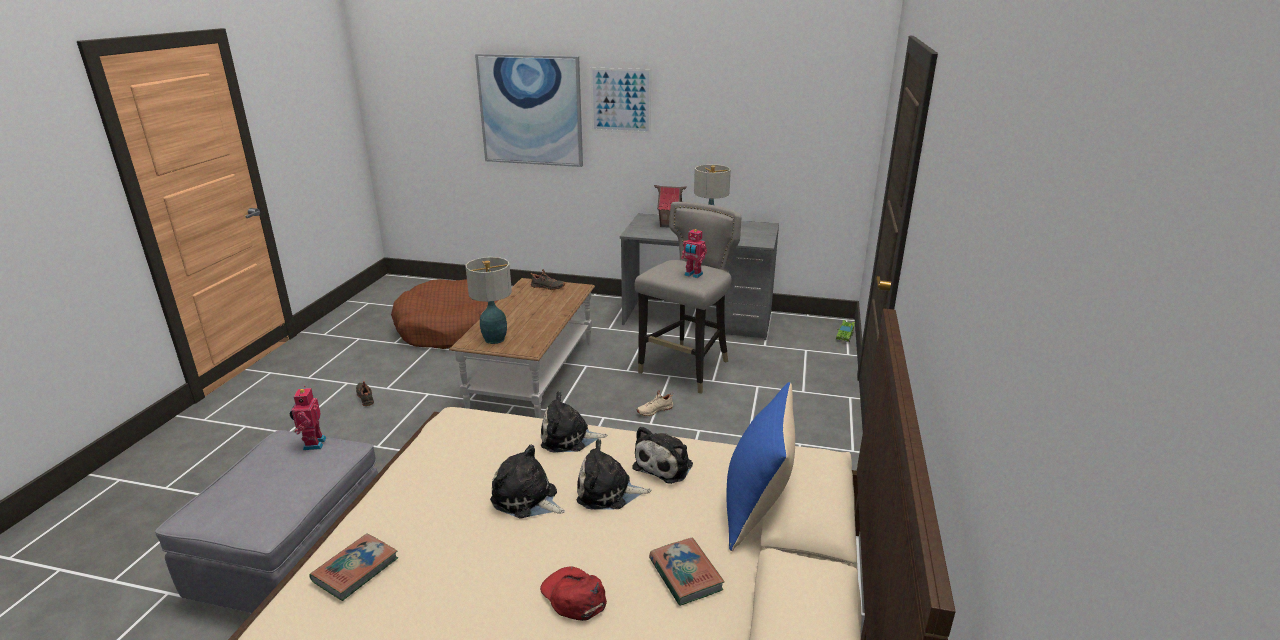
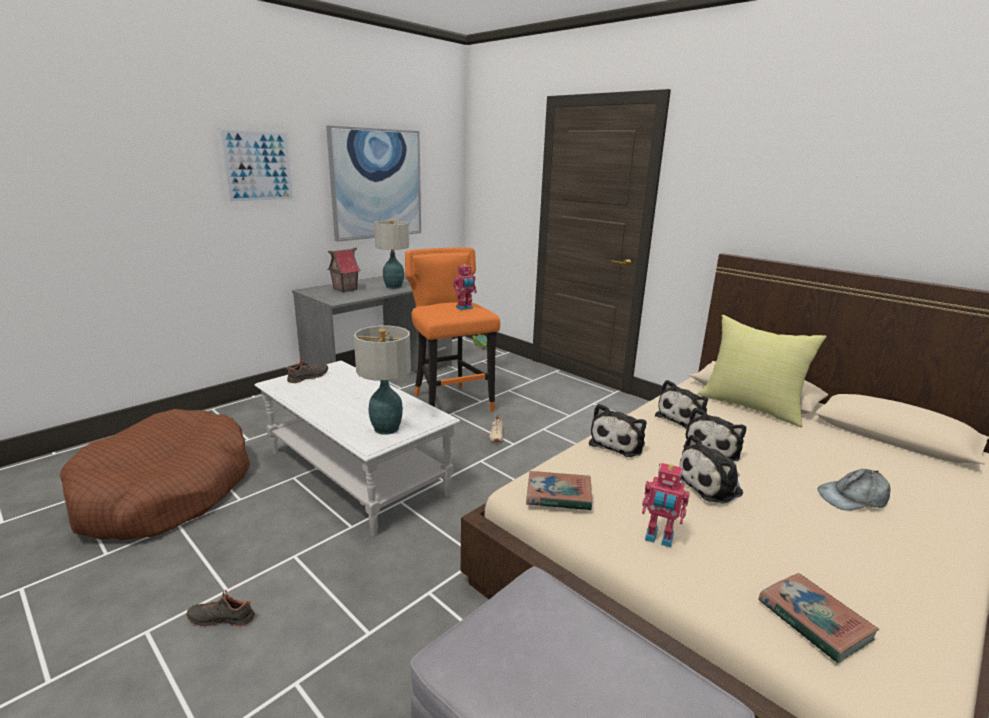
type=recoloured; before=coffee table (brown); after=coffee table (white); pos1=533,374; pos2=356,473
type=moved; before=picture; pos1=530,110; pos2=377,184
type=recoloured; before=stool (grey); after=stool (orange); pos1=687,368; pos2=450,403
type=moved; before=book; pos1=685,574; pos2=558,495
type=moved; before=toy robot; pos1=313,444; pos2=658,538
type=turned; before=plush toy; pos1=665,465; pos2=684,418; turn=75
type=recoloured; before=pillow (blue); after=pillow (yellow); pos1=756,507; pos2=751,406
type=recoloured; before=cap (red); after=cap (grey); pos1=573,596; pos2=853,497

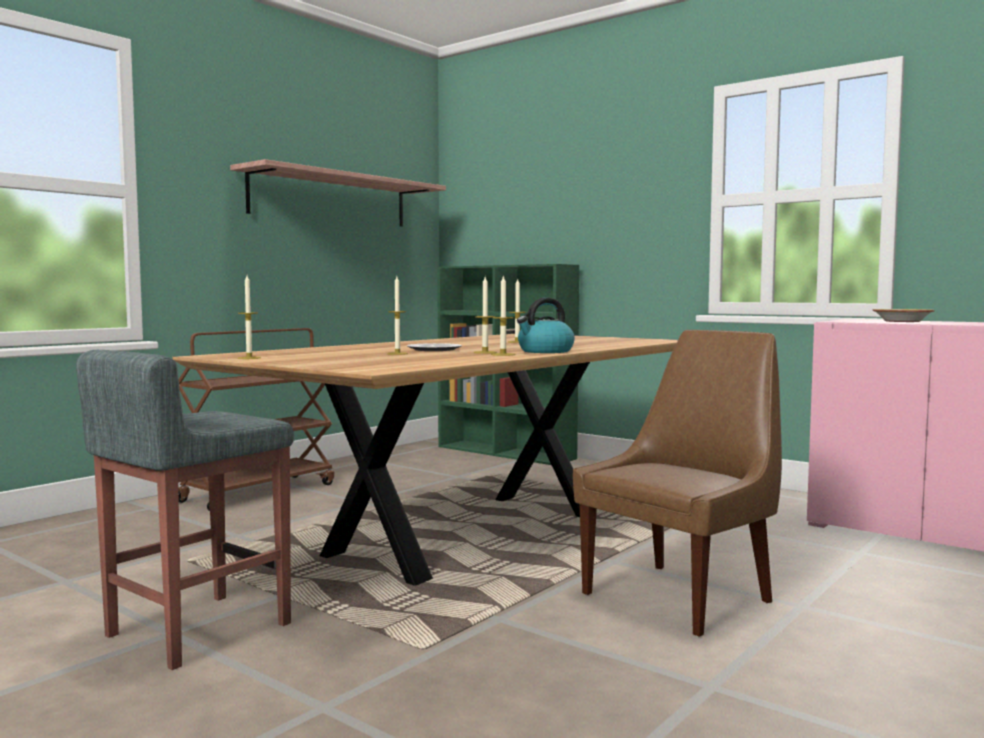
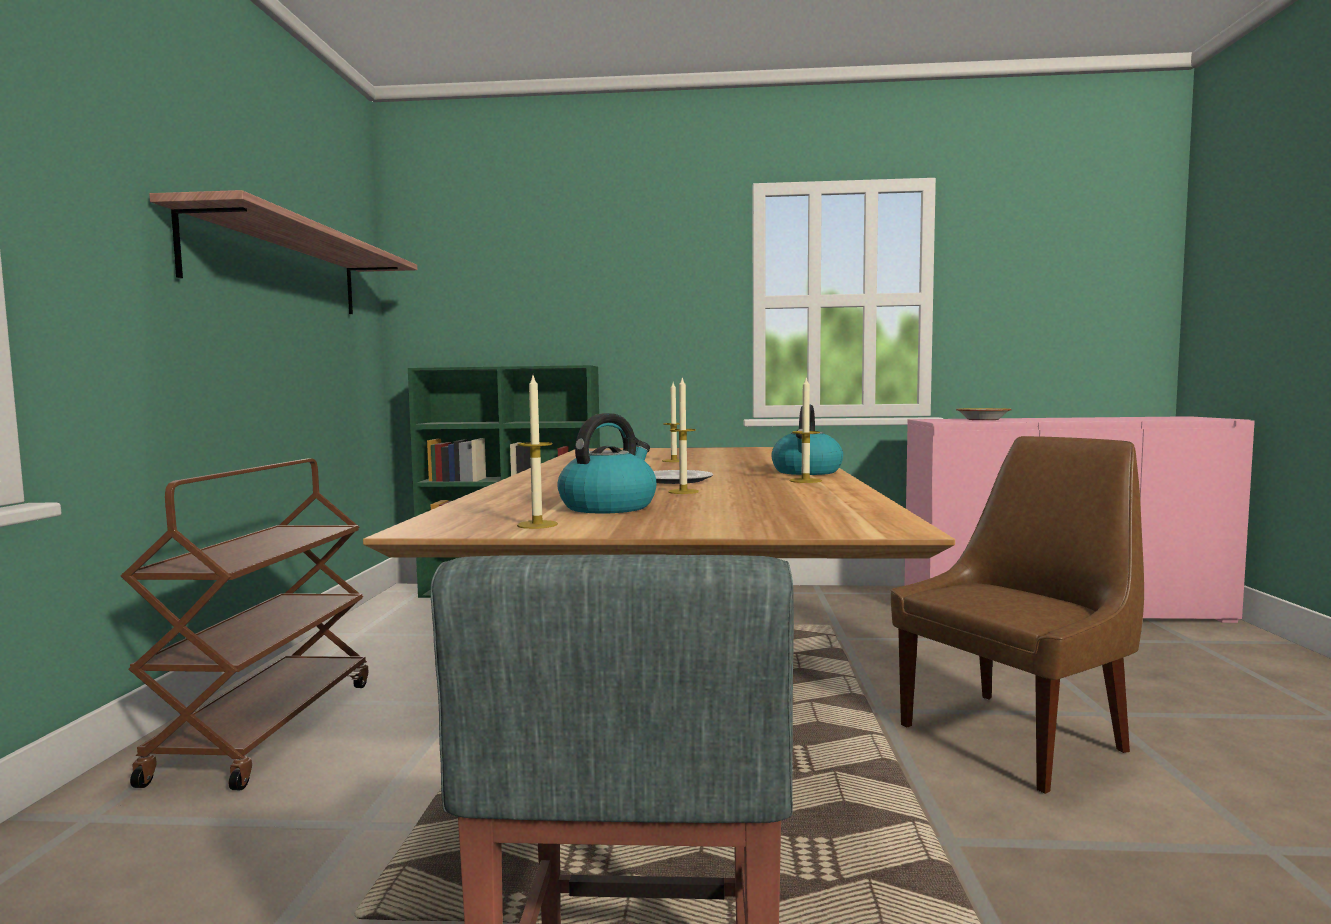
type=added; after=kettle; pos2=609,507
type=turned; before=chair (brown); pos1=681,596; pos2=1016,736; turn=45
type=removed; before=candle; pos1=485,352

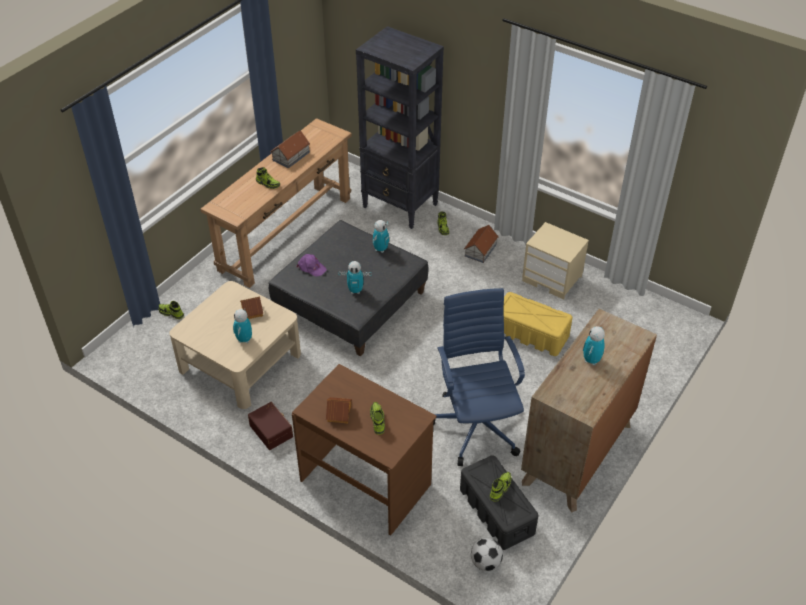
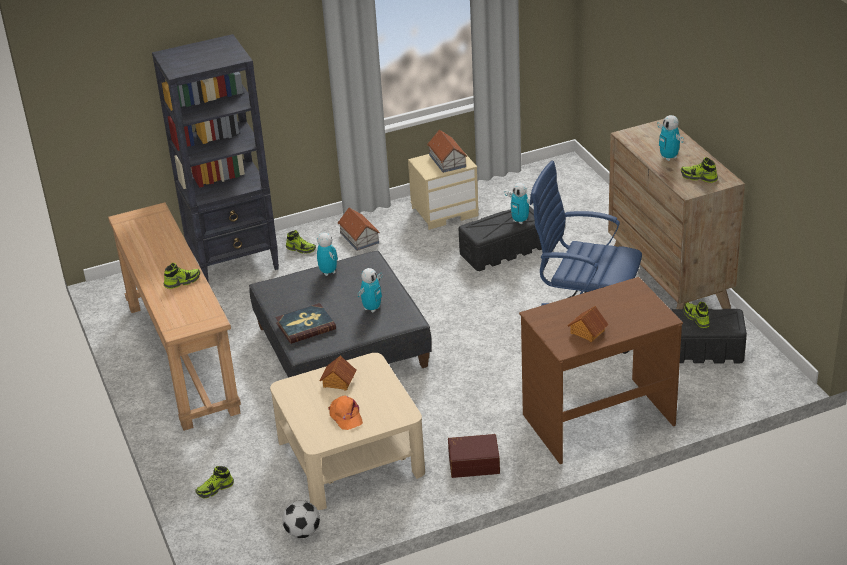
type=replaced; before=cap (purple); after=book; pos1=311,267; pos2=305,326
type=moved; before=football; pos1=485,562; pos2=302,532
type=added; after=cap (orange); pos2=345,416
type=moved; before=toy house; pos1=291,156; pos2=447,160
type=recoloured; before=storage box (yellow); after=storage box (black); pos1=530,333; pos2=502,251
type=moved; before=toy robot; pos1=244,339; pos2=520,220
type=moved; before=shoe; pos1=377,421; pos2=699,177

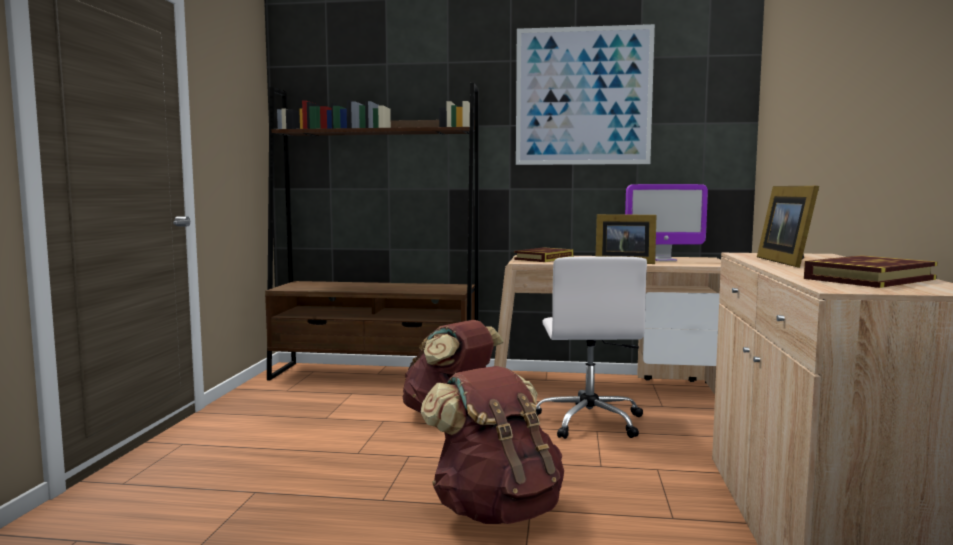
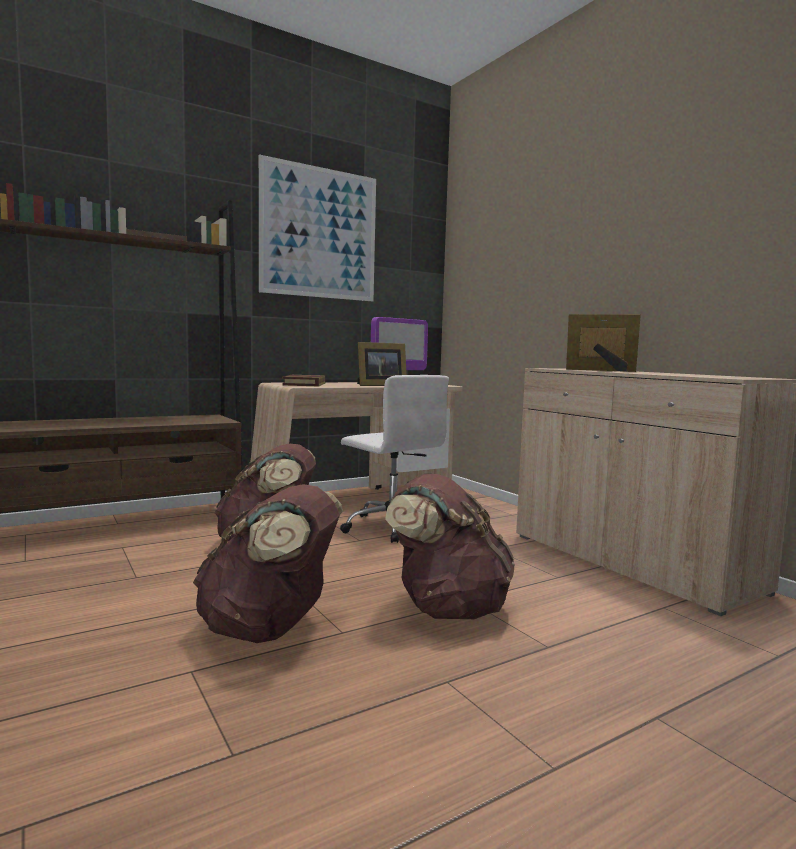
type=added; after=backpack (brown); pos2=270,629
type=turned; before=picture frame; pos1=787,262; pos2=602,370; turn=150
type=removed; before=book; pos1=869,279

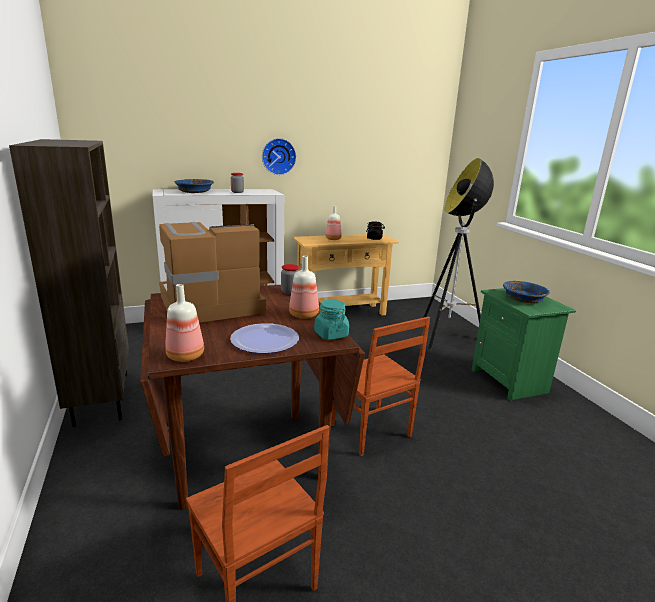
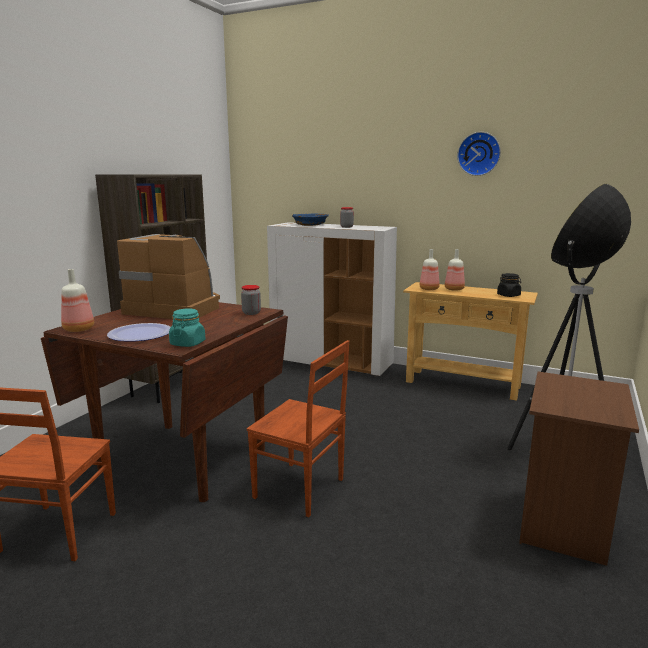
type=turned; before=chair (brown); pos1=370,431; pos2=299,489; turn=-75
type=moved; before=bottle; pos1=304,315; pos2=429,289
type=moved; before=wall clock; pos1=278,156; pos2=479,154
type=recoloured; before=nightstand (green); after=nightstand (brown); pos1=510,381; pos2=565,525
type=removed; before=bowl (blue); pos1=523,299

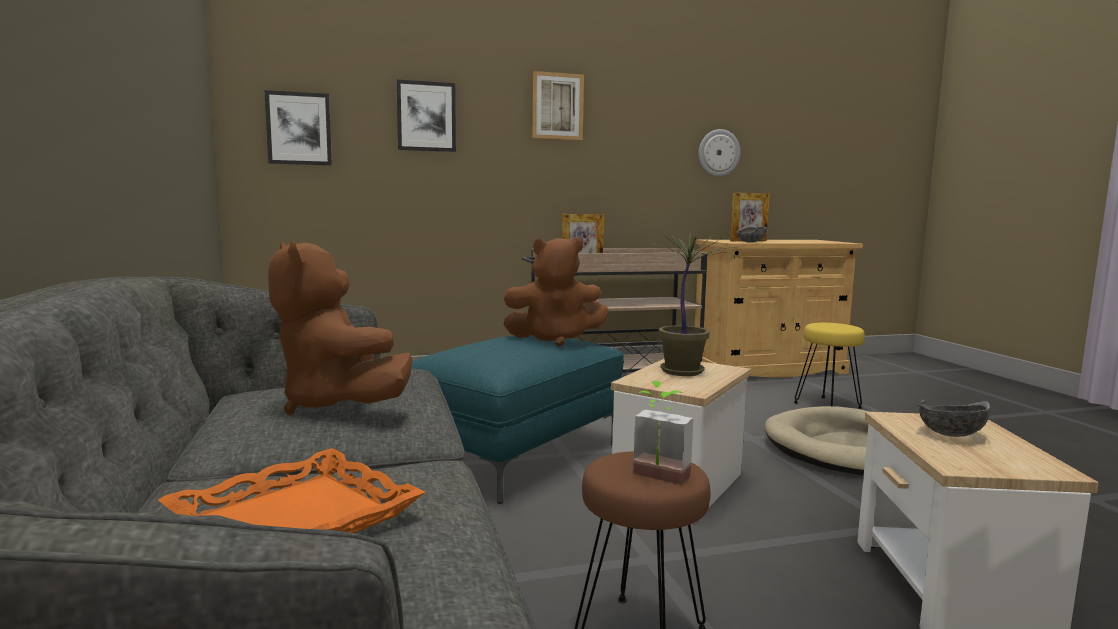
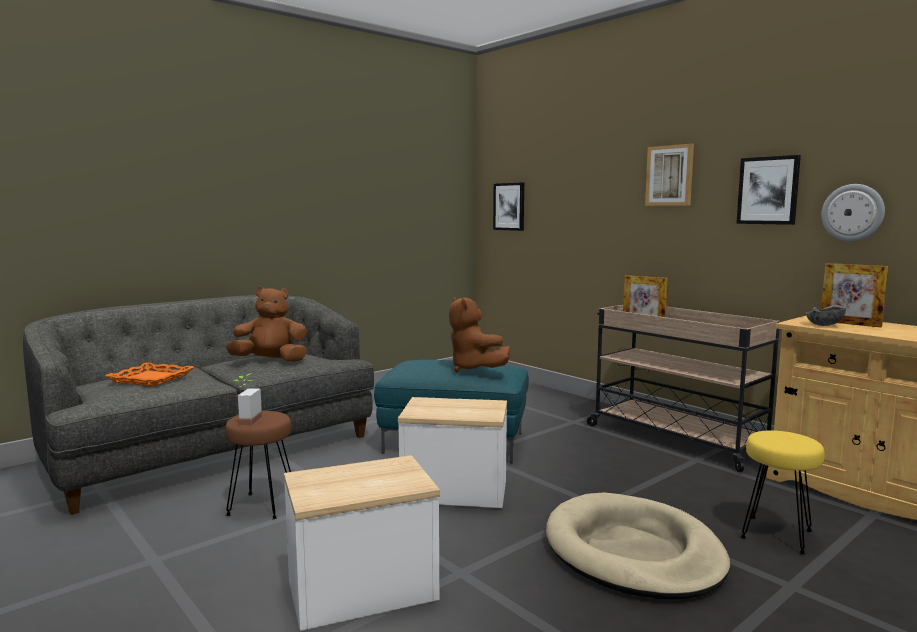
type=turned; before=plush toy (brown); pos1=337,405; pos2=271,361; turn=60
type=moved; before=picture; pos1=426,116; pos2=768,190
type=removed; before=potted plant; pos1=684,371
type=removed; before=bowl (grey); pos1=950,434

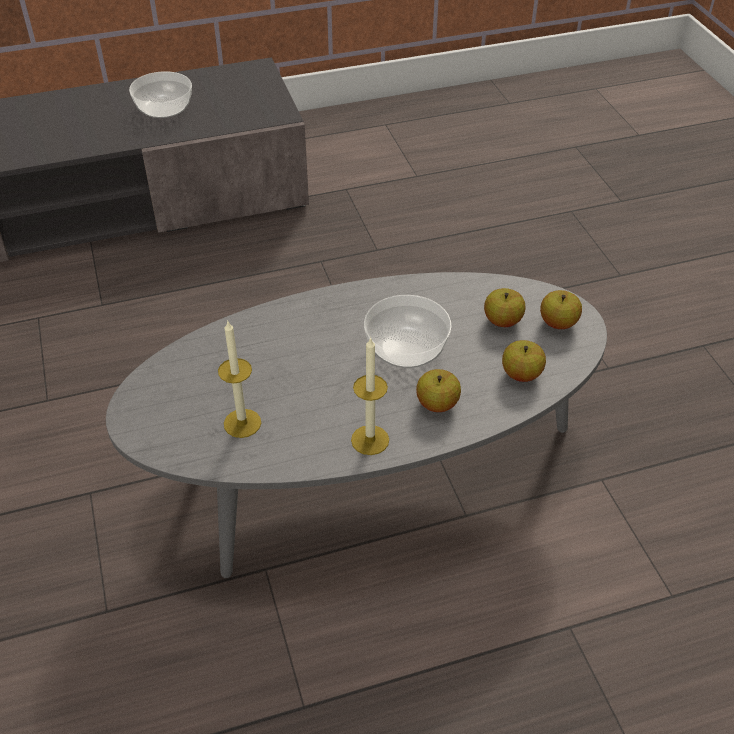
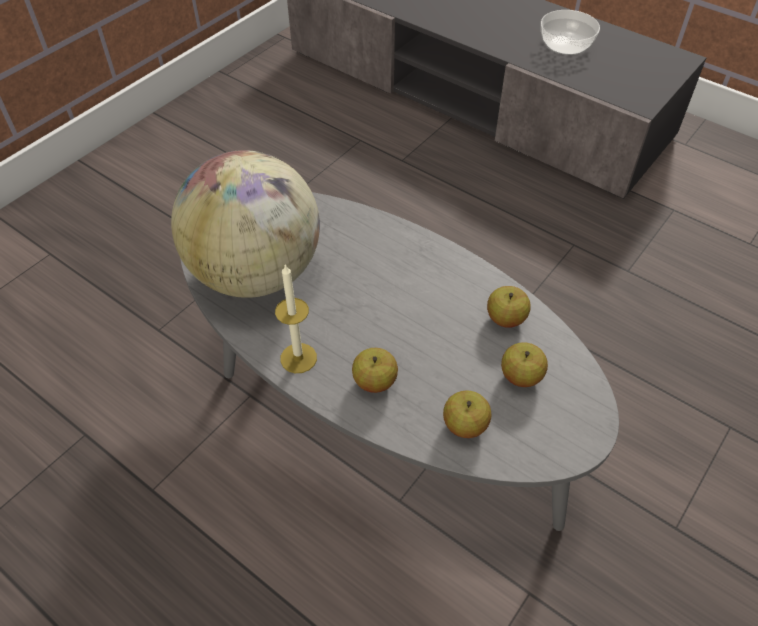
type=replaced; before=candle; after=globe; pos1=242,423; pos2=256,273
type=moved; before=apple; pos1=558,323; pos2=506,319
type=removed; before=bowl; pos1=407,347

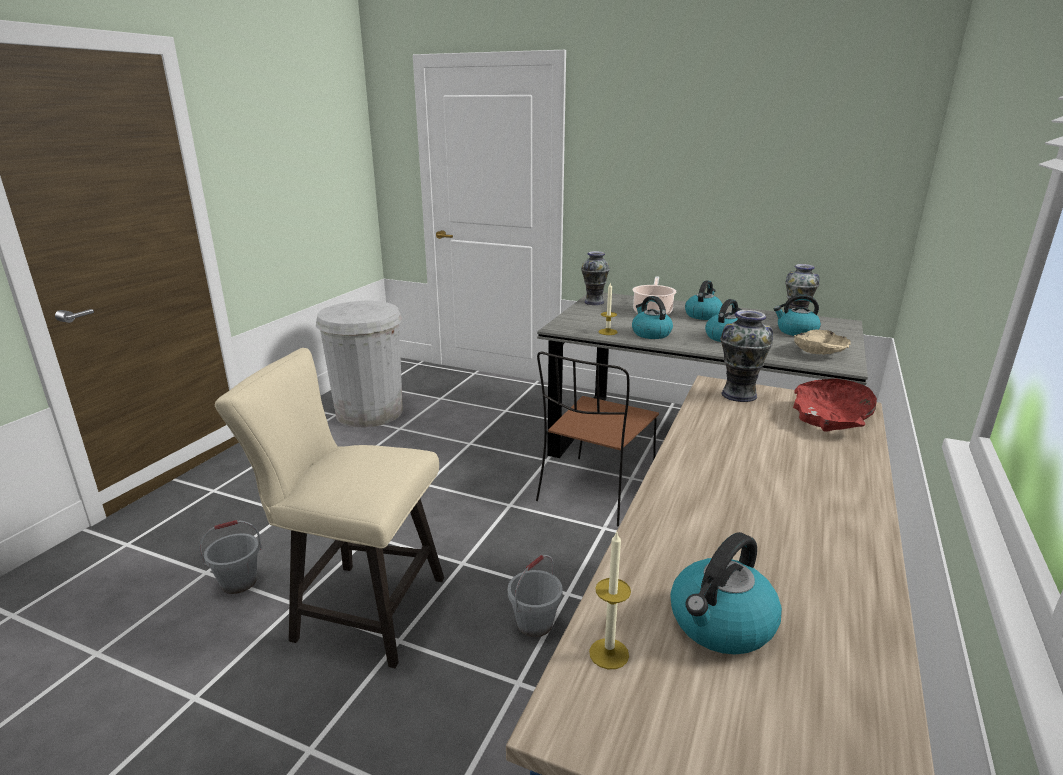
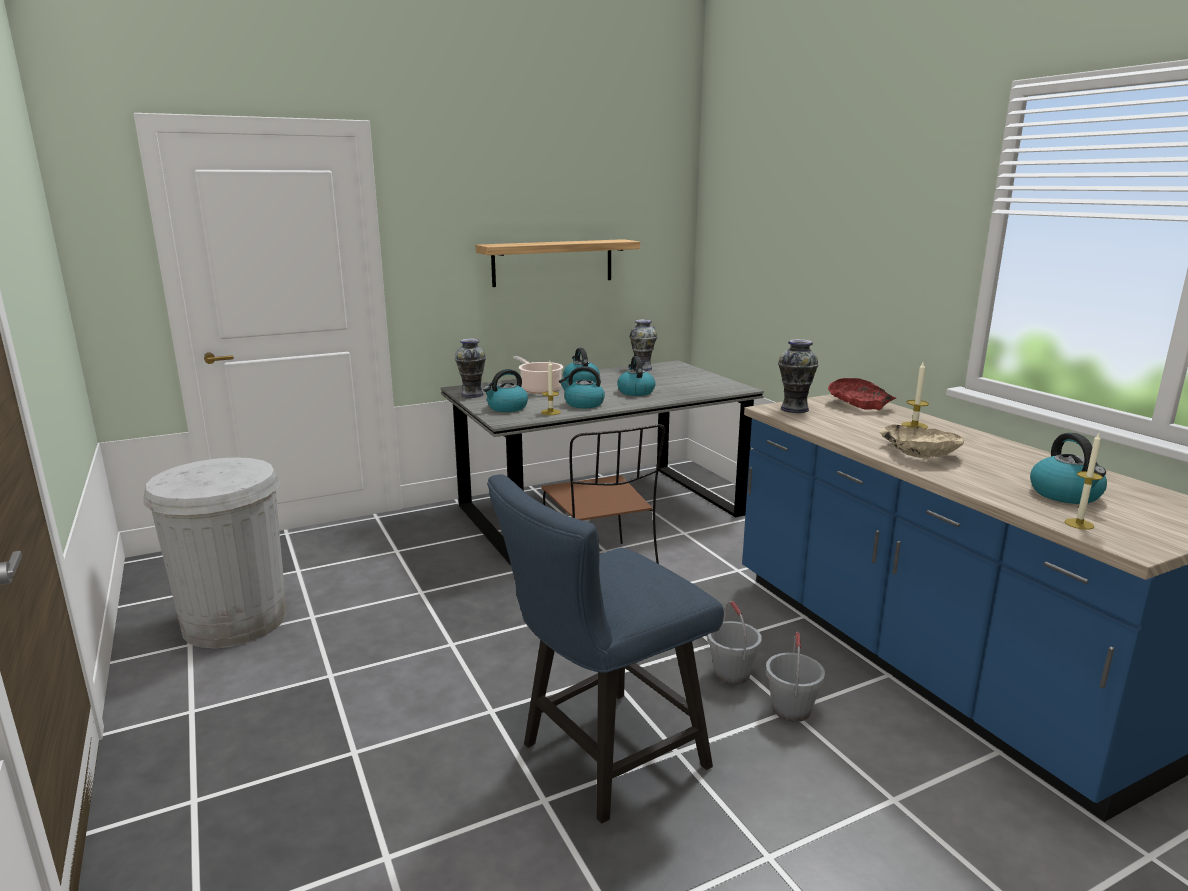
type=added; after=shelf; pos2=553,262
type=moved; before=kettle; pos1=796,331; pos2=507,408
type=recoloured; before=chair (beige); after=chair (blue); pos1=359,608; pos2=603,759
type=moved; before=bucket (grey); pos1=238,583; pos2=791,710
type=moved; before=bowl (beige); pos1=820,351; pos2=919,452
type=added; after=candle; pos2=914,425

